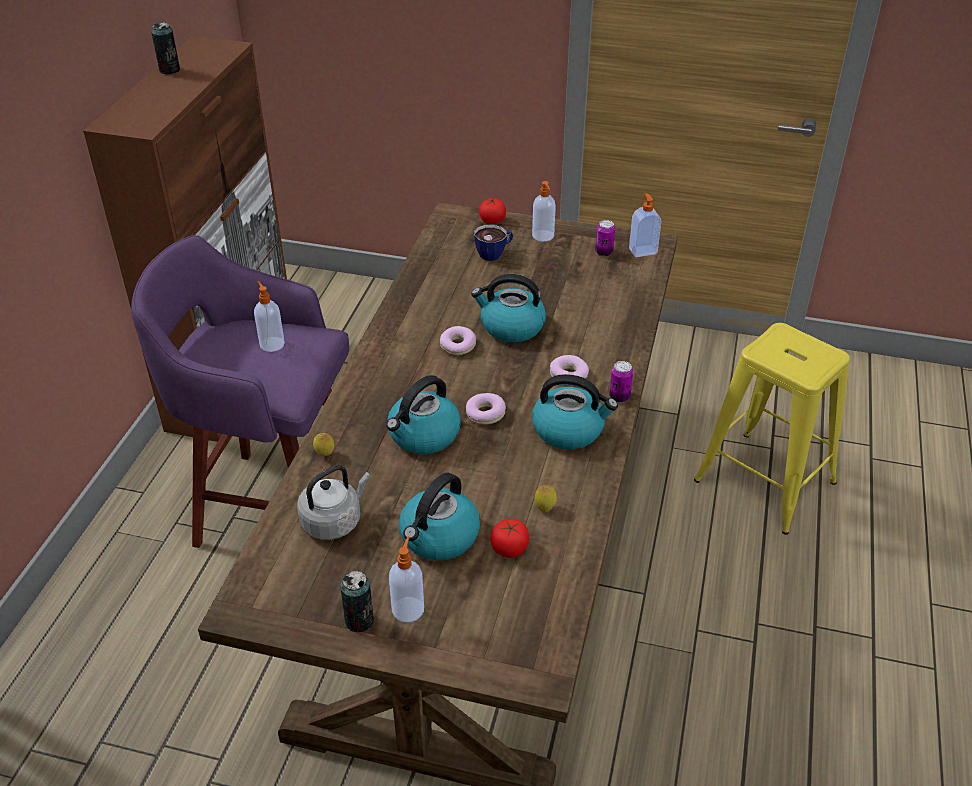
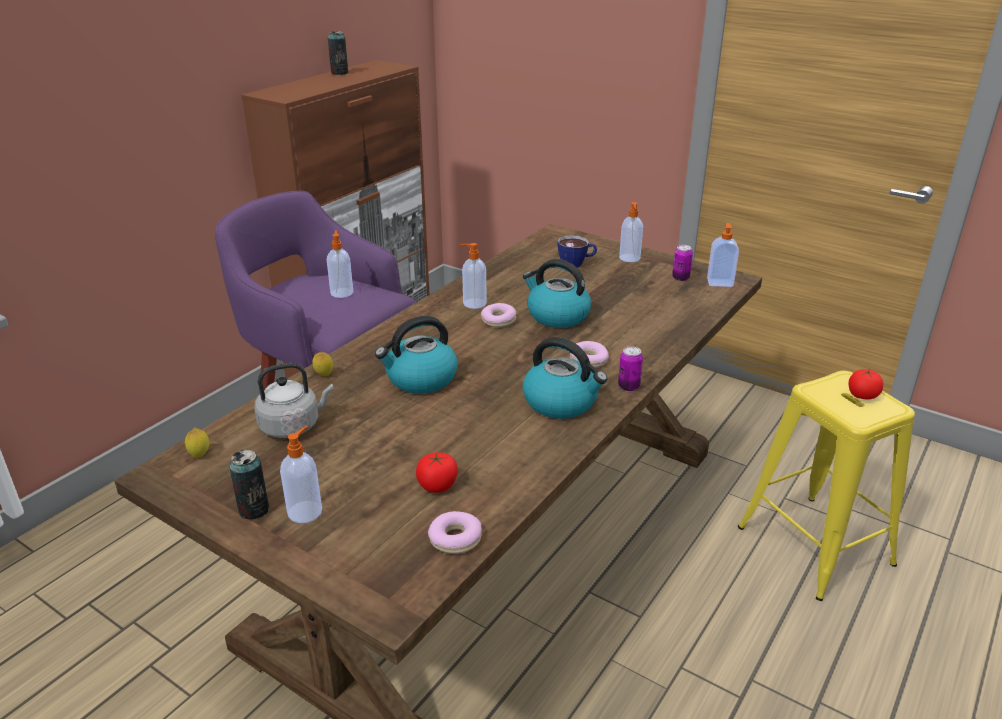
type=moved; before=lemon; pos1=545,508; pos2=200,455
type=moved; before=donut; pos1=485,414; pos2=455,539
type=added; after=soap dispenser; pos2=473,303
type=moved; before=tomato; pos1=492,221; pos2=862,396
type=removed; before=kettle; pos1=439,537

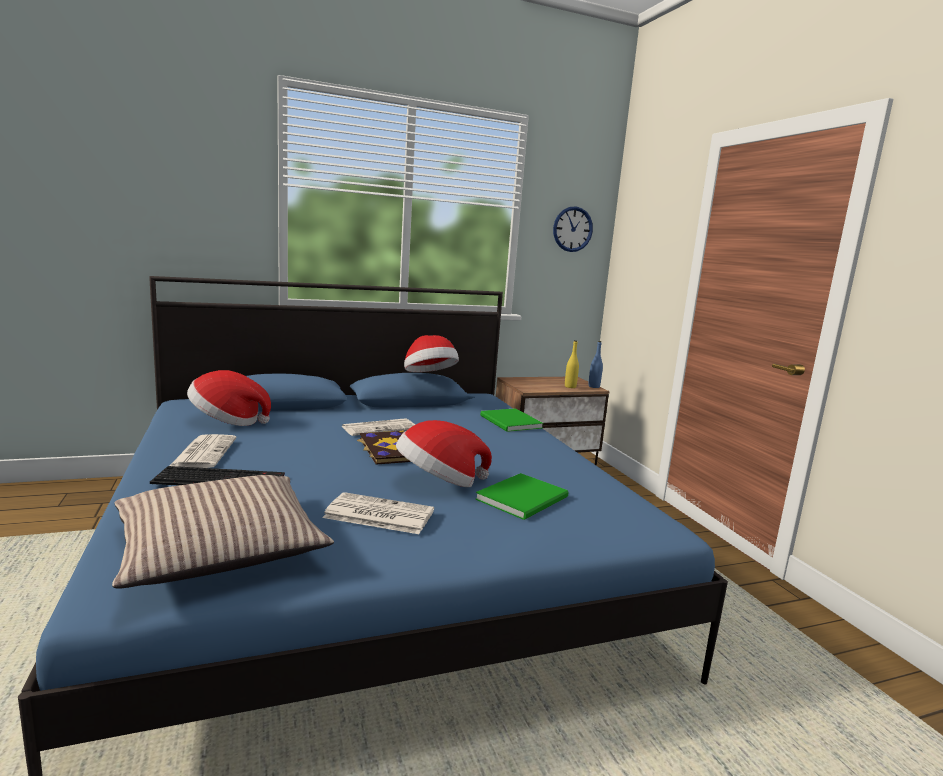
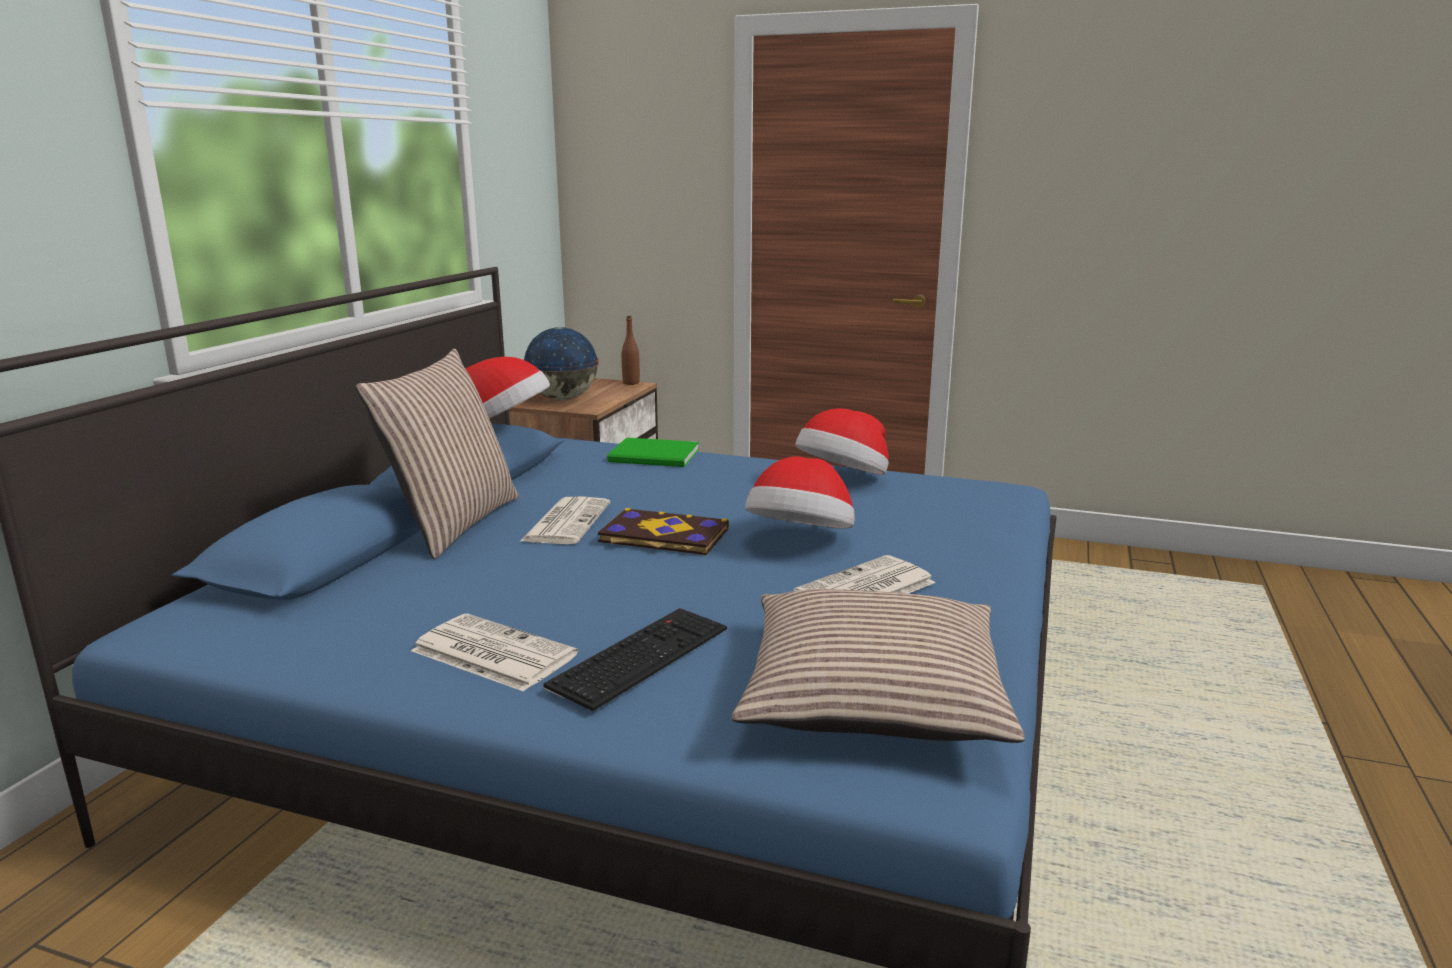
type=added; after=pillow; pos2=452,523
type=added; after=globe; pos2=562,399
type=recoloured; before=bottle (blue); after=bottle (brown); pos1=594,386; pos2=631,383
type=moved; before=hat; pos1=227,421; pos2=843,479
type=removed; before=book (green); pos1=525,498
type=removed; before=wall clock; pos1=572,229
type=removed; before=bottle (yellow); pos1=570,387

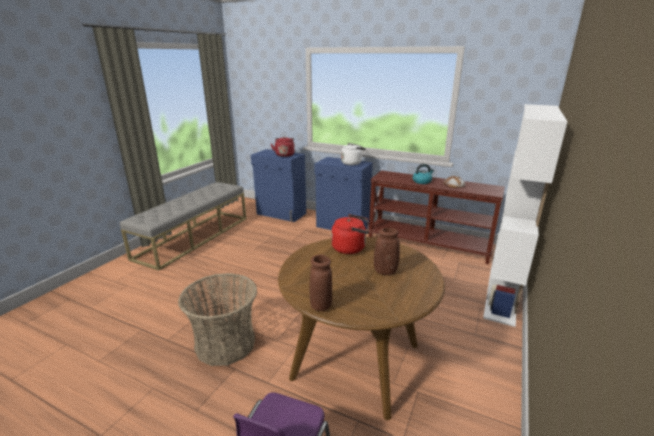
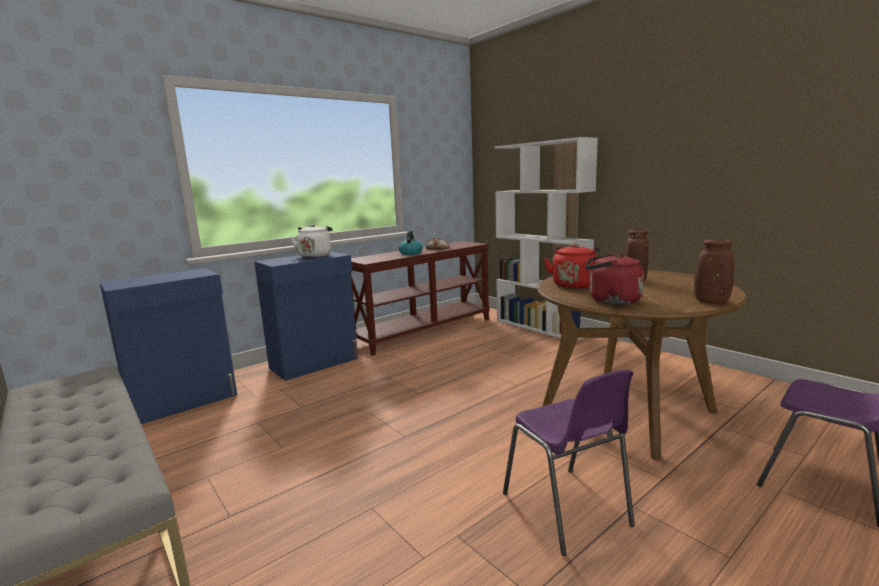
type=replaced; before=basket; after=chair (purple); pos1=225,344; pos2=567,511
type=moved; before=kettle (red); pos1=284,155; pos2=610,301

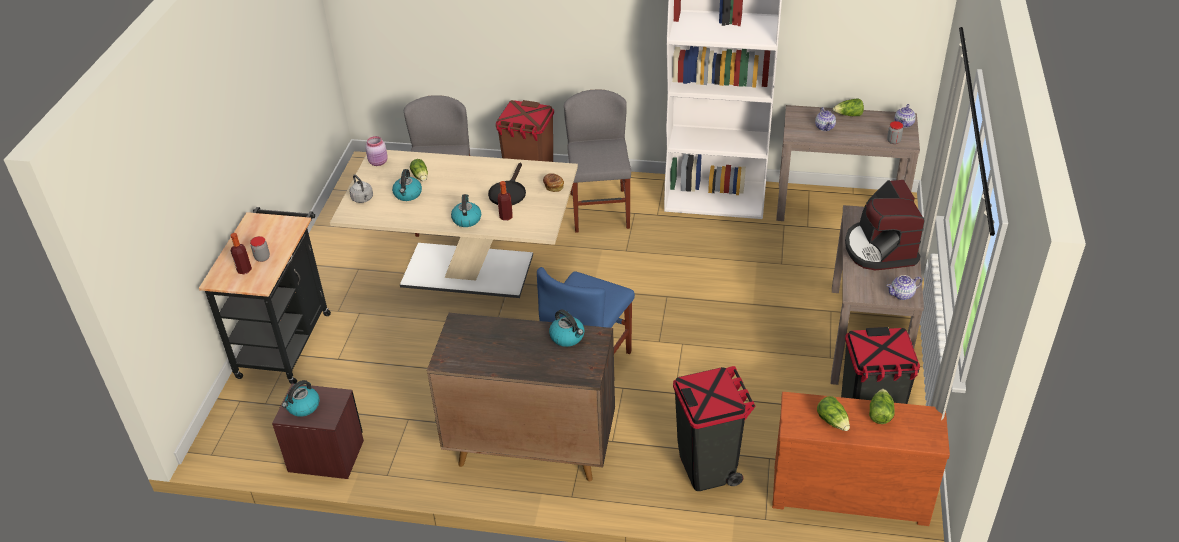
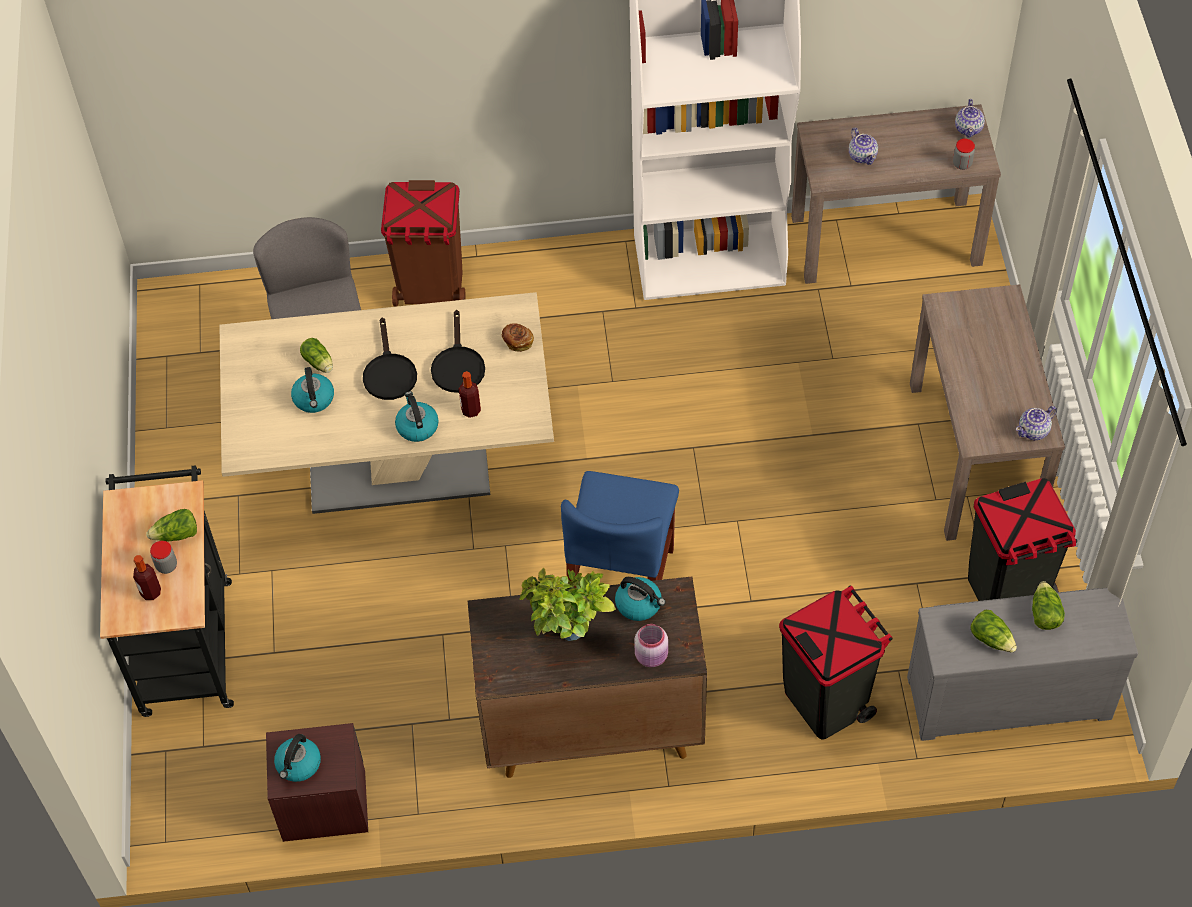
type=moved; before=lettuce; pos1=848,115; pos2=176,535
type=added; after=frying pan (black); pos2=389,372
type=added; after=potted plant; pos2=567,636
type=moved; before=jar (pink); pos1=379,162; pos2=652,656
type=recoloured; before=dresser (brown); after=dresser (grey); pos1=849,490; pos2=1007,693
type=removed; before=kettle (grey); pos1=363,199
type=removed; before=chair (grey); pos1=599,210
type=removed; before=coffee machine; pos1=879,249

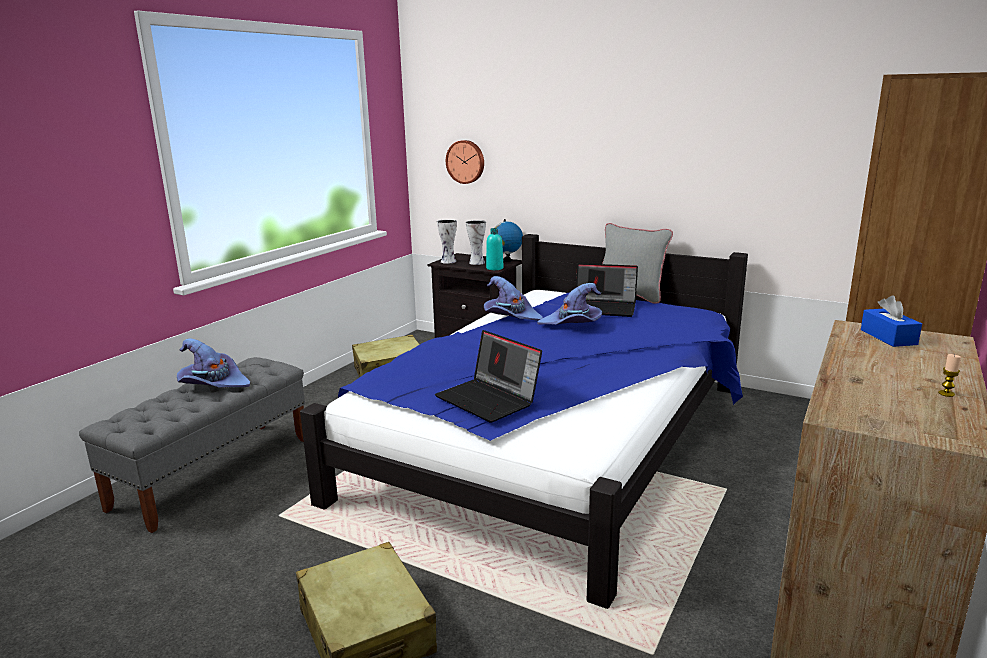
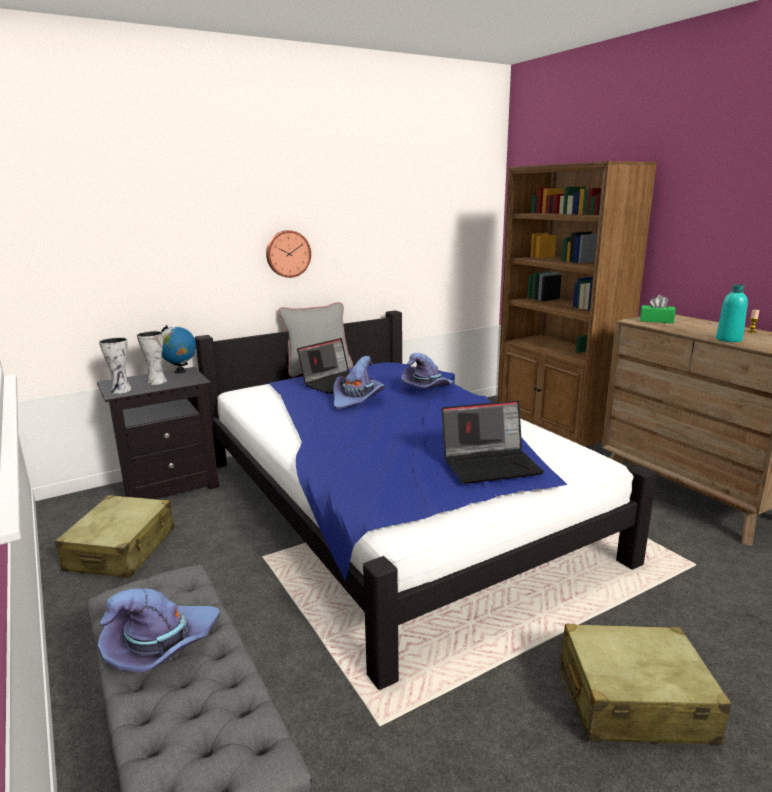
type=moved; before=wall clock; pos1=466,161; pos2=287,253
type=moved; before=hat (purple); pos1=511,316; pos2=427,388
type=recoloured; before=tissue box (blue); after=tissue box (green); pos1=888,337; pos2=656,320
type=moved; before=bottle (turquoise); pos1=494,268; pos2=728,339

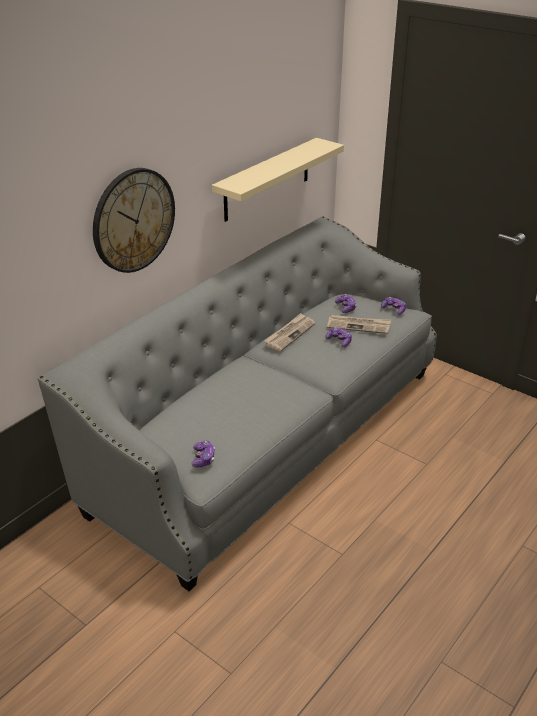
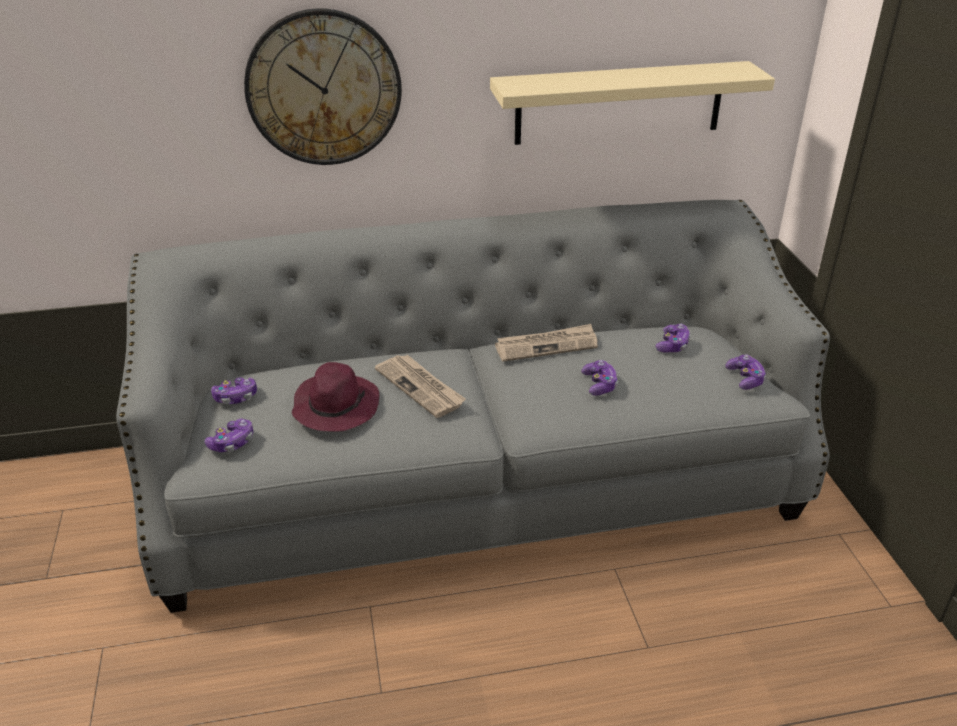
type=added; after=game controller; pos2=236,397
type=added; after=hat (purple); pos2=335,406
type=moved; before=newspaper; pos1=359,325; pos2=421,387

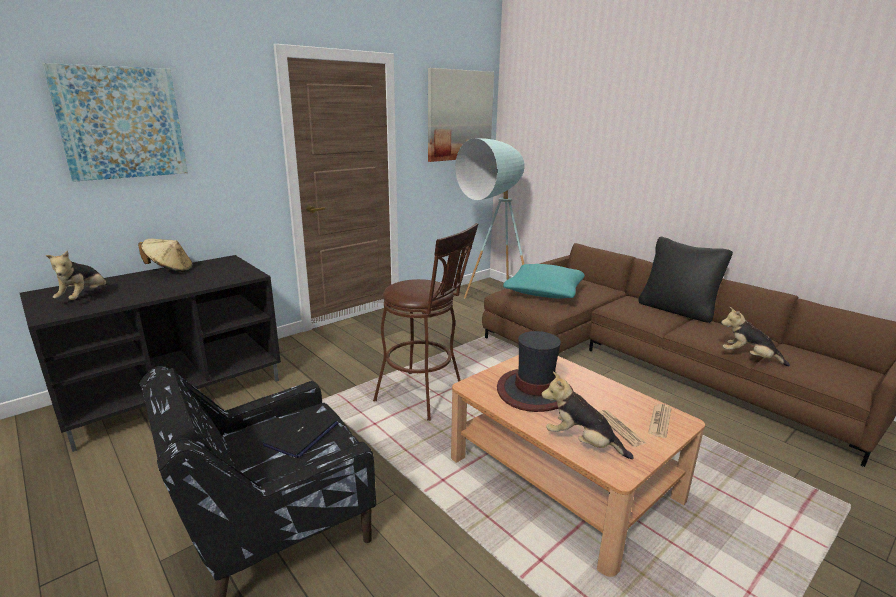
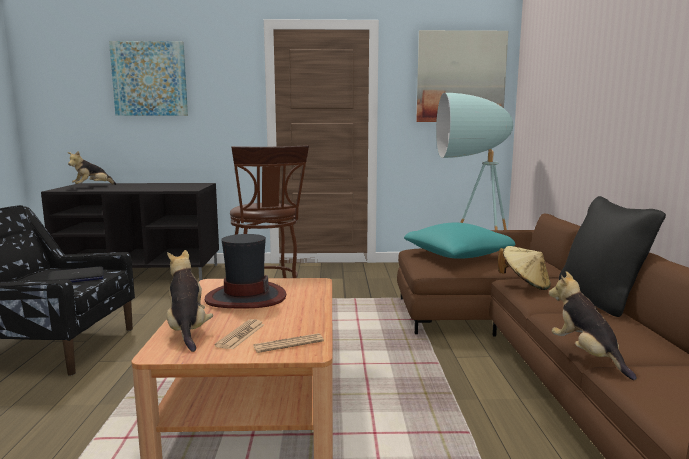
type=moved; before=hat (beige); pos1=170,270; pos2=524,285

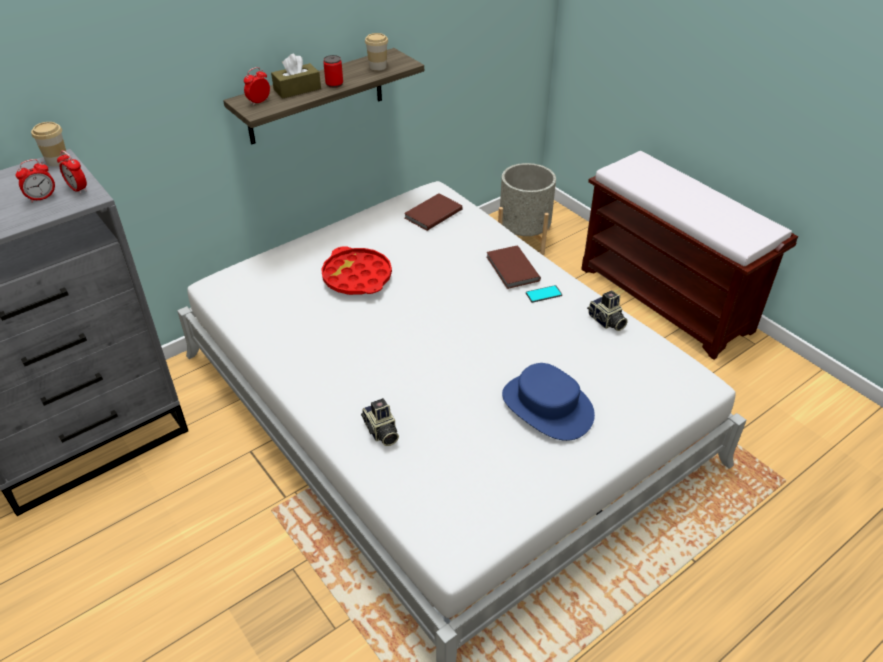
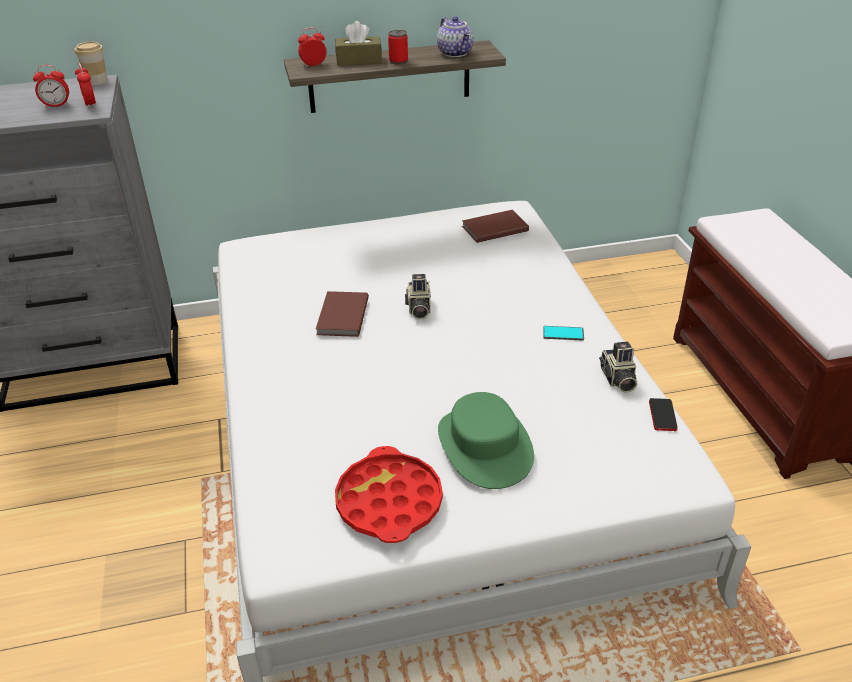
type=moved; before=book (brown); pos1=511,269; pos2=341,316
type=moved; before=tray (red); pos1=357,277; pos2=389,502
type=moved; before=photo camera; pos1=381,432; pos2=418,309
type=replaced; before=cup; after=teapot; pos1=377,66; pos2=456,53
type=recoloured; before=hat (blue); after=hat (green); pos1=546,407; pos2=484,446
type=added; after=phone; pos2=662,415
type=removed; before=planter (grey); pos1=523,238

